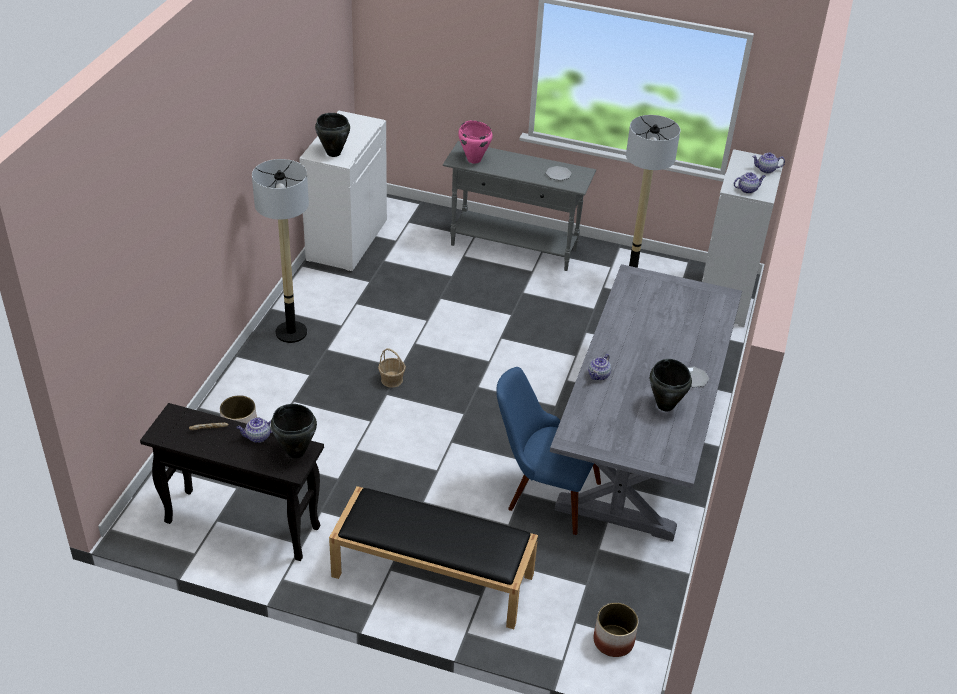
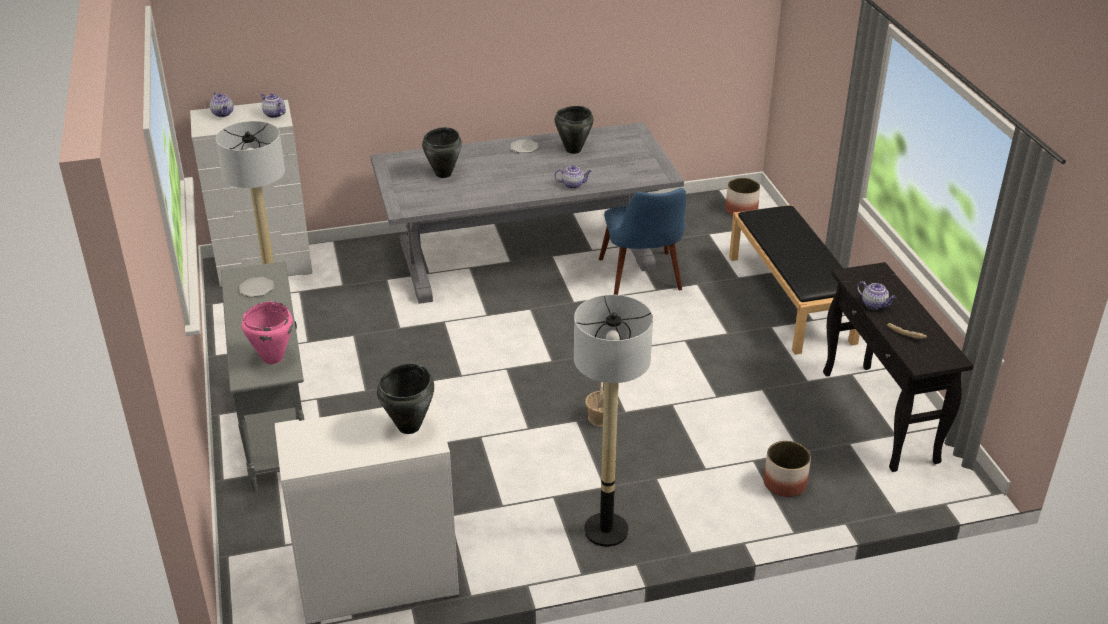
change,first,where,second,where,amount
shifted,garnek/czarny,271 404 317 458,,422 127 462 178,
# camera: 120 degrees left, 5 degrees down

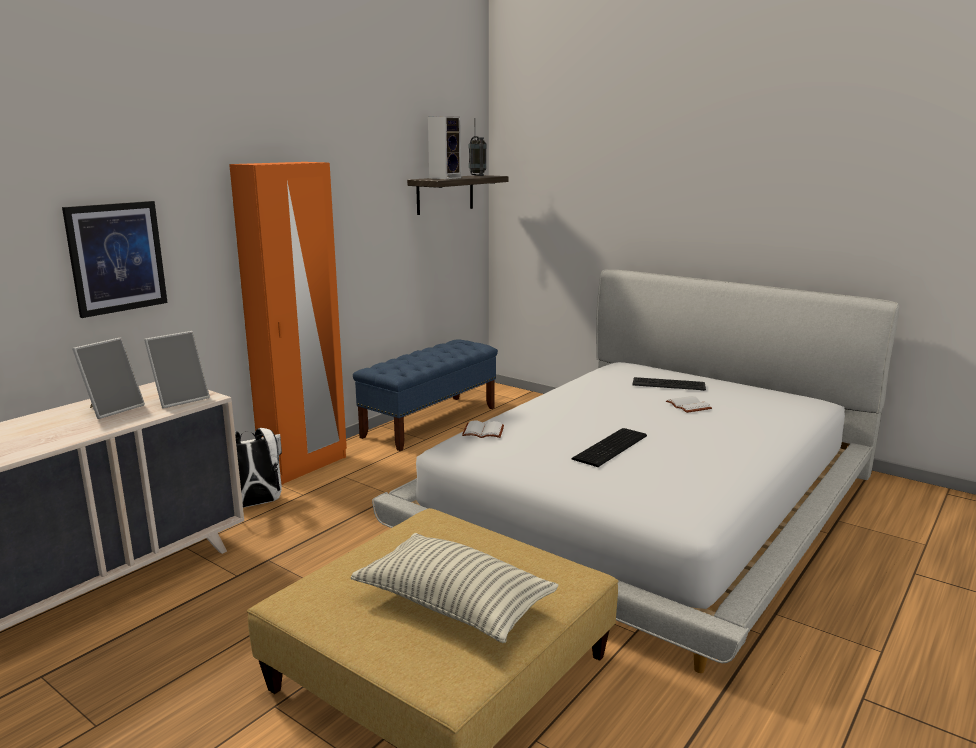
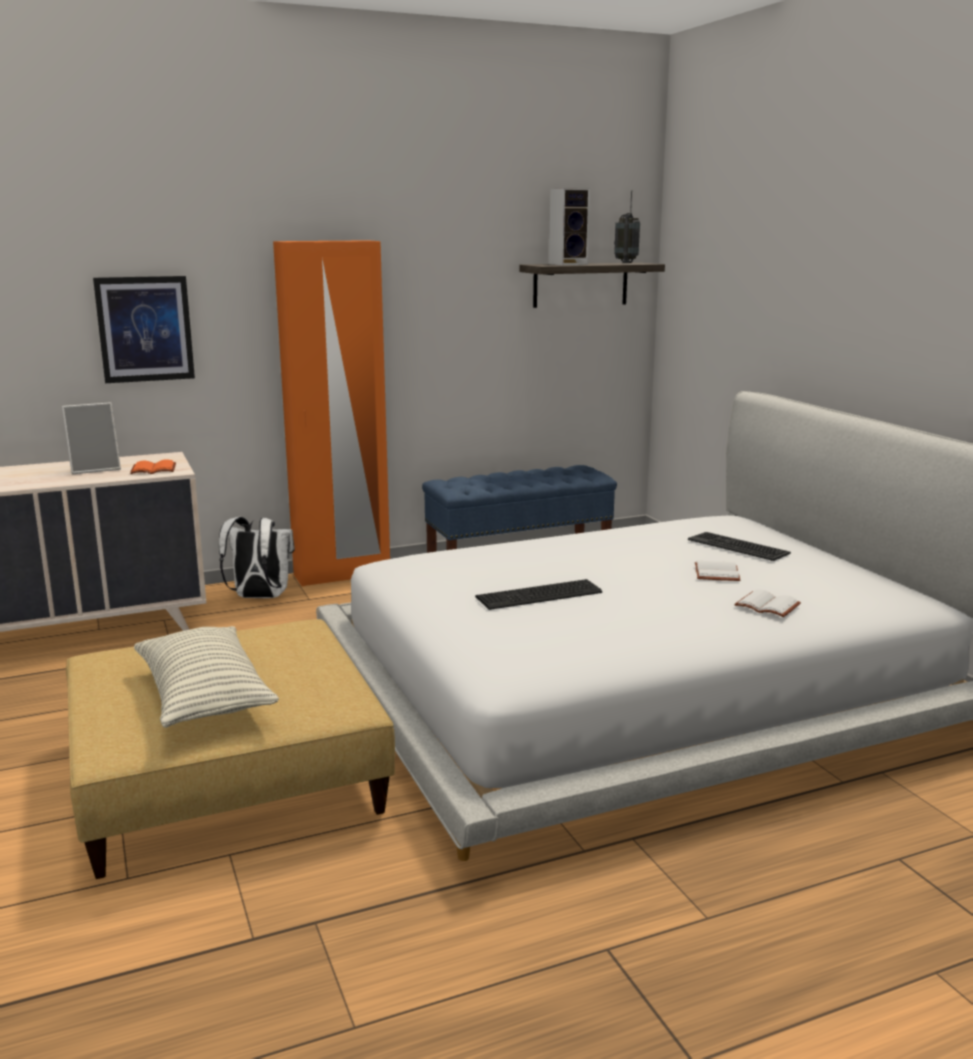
change,first,where,second,where,amount
swapped,ramka na zdjęcie,144 331 210 409,książka/pomarańczowy,130 459 176 474,
shifted,książka/biały,462 420 504 438,,734 590 801 617,
# camera: 30 degrees right, 0 degrees up

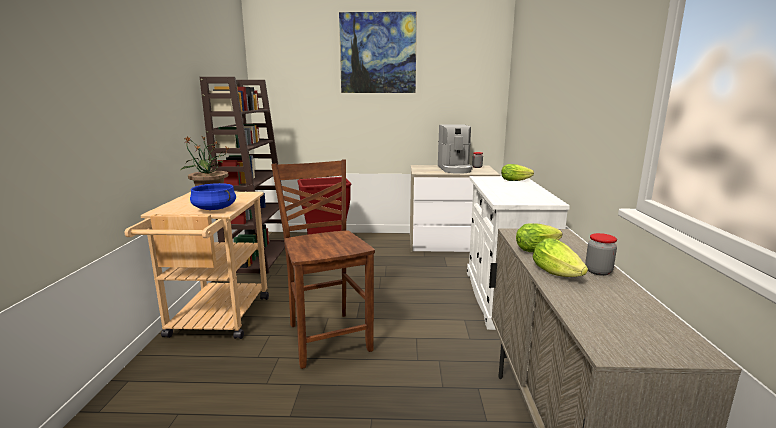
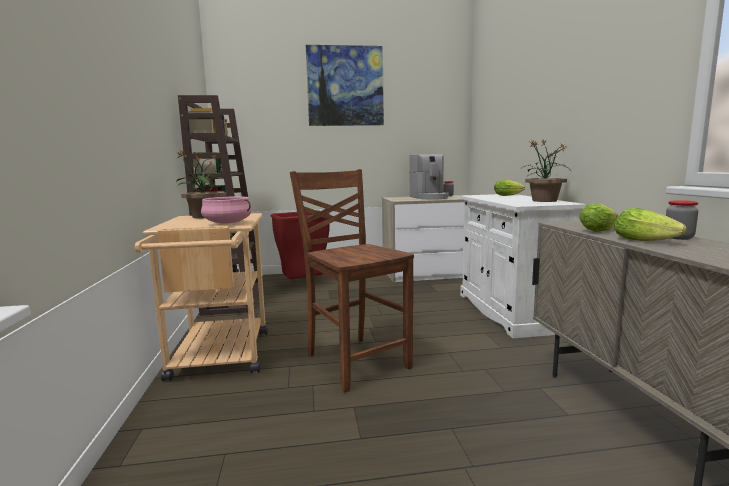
change,first,where,second,where,amount
repainted,garnek/niebieski,190 183 236 210,garnek/różowy,201 196 252 224,
new,,,roślina doniczkowa,521 140 570 202,
# camera: 10 degrees left, 5 degrees down

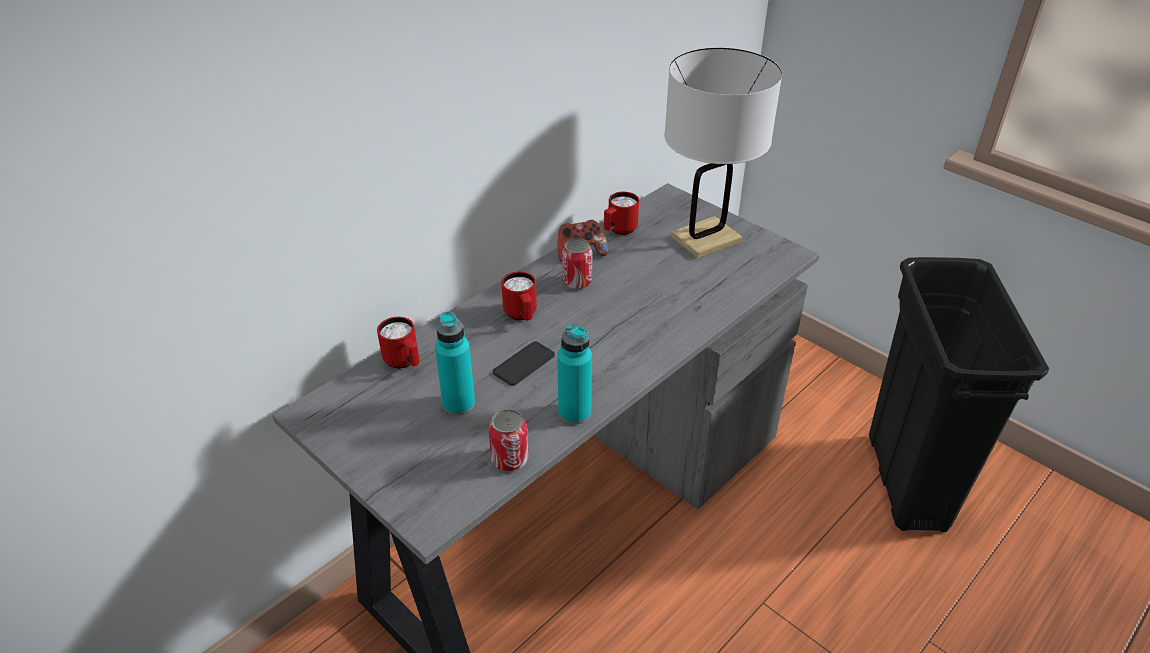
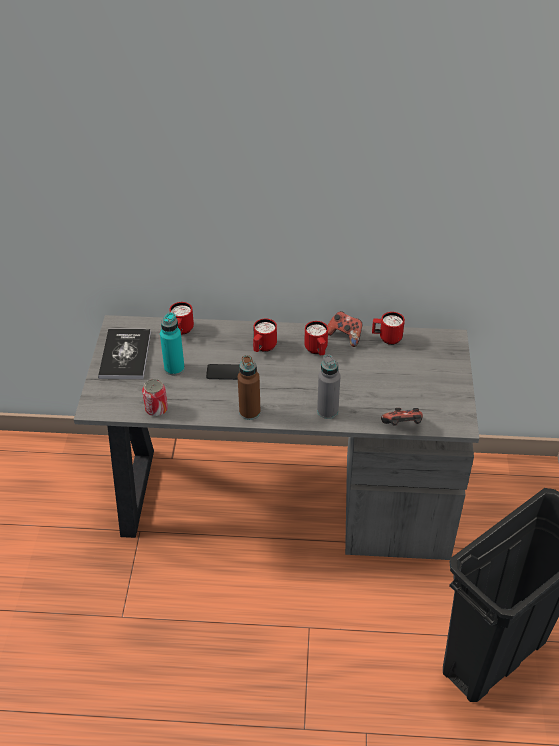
change,first,where,second,where,amount
gone,butelka/turkusowy,557 324 592 425,,,
swapped,puszka,562 238 593 290,kubek/czerwony,304 321 328 355,
gone,lampa stołowa/biały,664 48 782 258,,,
new,,,książka,98 329 151 379,
new,,,butelka/brązowy,238 355 261 420,
new,,,butelka/szary,317 354 340 419,
new,,,pad do gier,381 408 423 426,
# camera: 50 degrees right, 5 degrees up

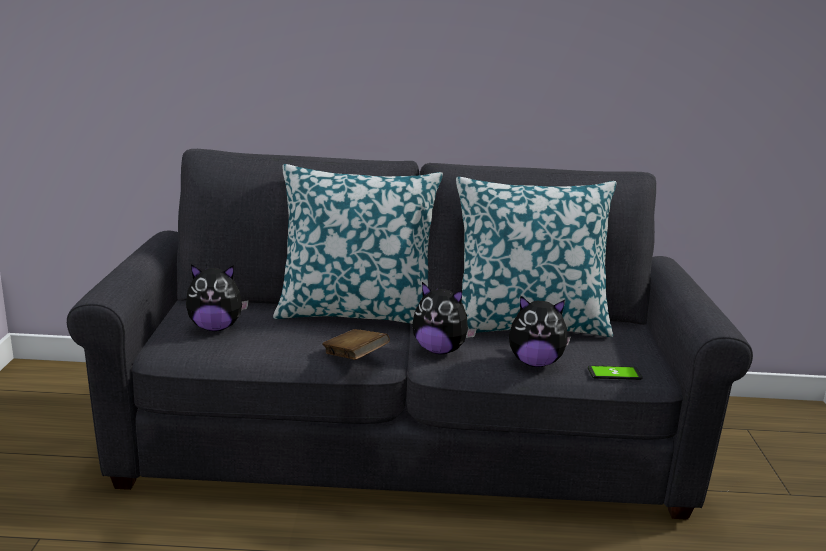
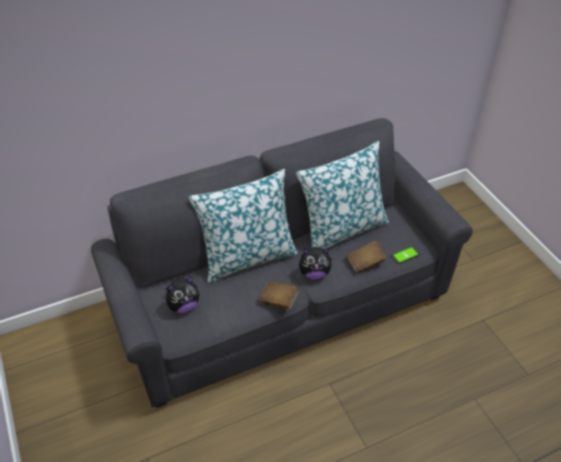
change,first,where,second,where,amount
swapped,pluszak,509 296 571 367,książka/brązowy,347 240 386 274,
# camera: 25 degrees left, 25 degrees up

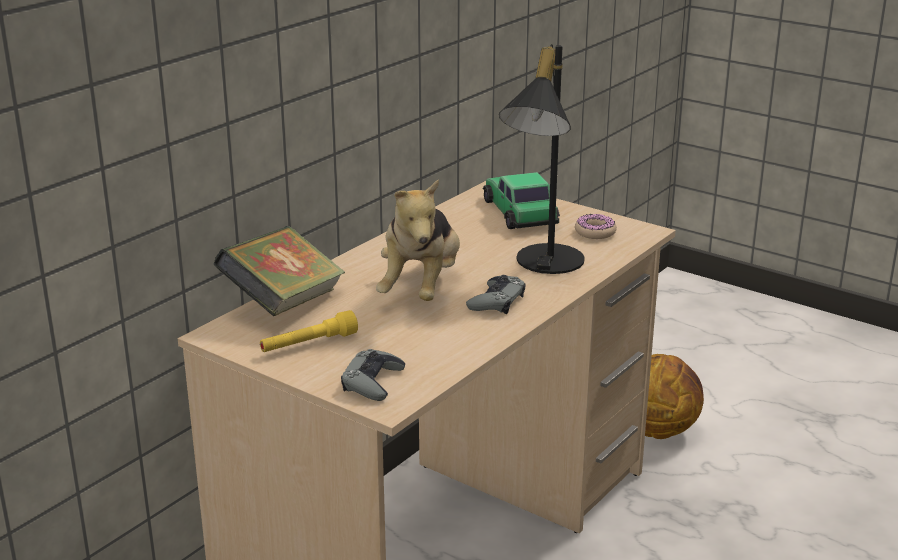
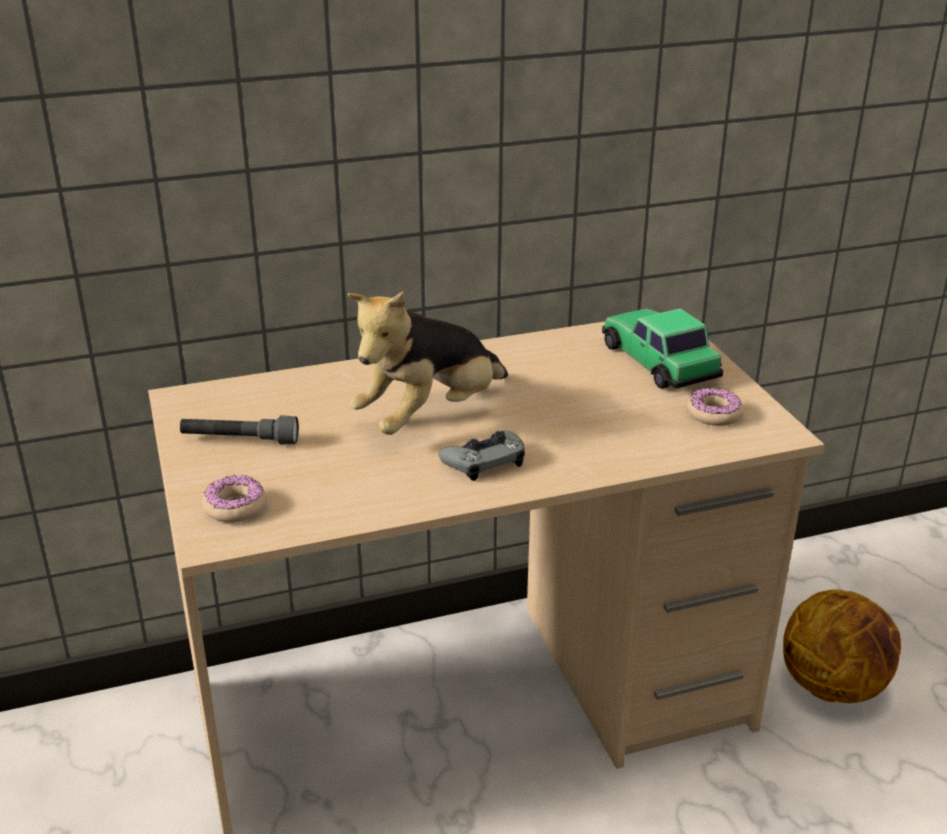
change,first,where,second,where,amount
gone,książka,213 226 345 316,,,
repainted,latarka/żółty,260 310 358 352,latarka/szary,180 415 299 444,
swapped,pad do gier/szary,341 349 405 401,donut,202 475 267 522,
rotated,samochodzik,483 172 560 229,,602 309 723 389,45 degrees counterclockwise
gone,lampa stołowa/czarny,499 44 585 274,,,
# camera: 35 degrees right, 5 degrees up

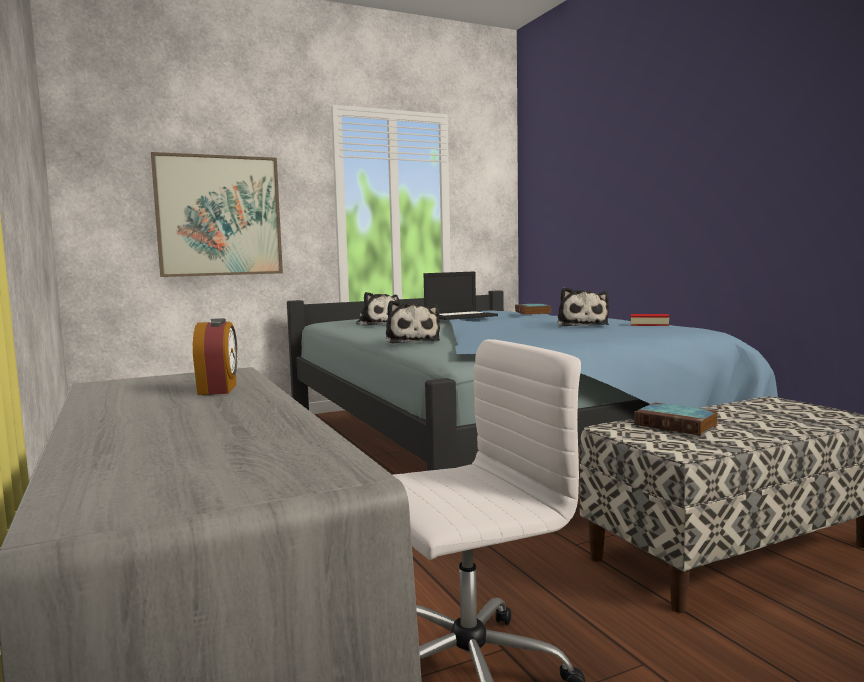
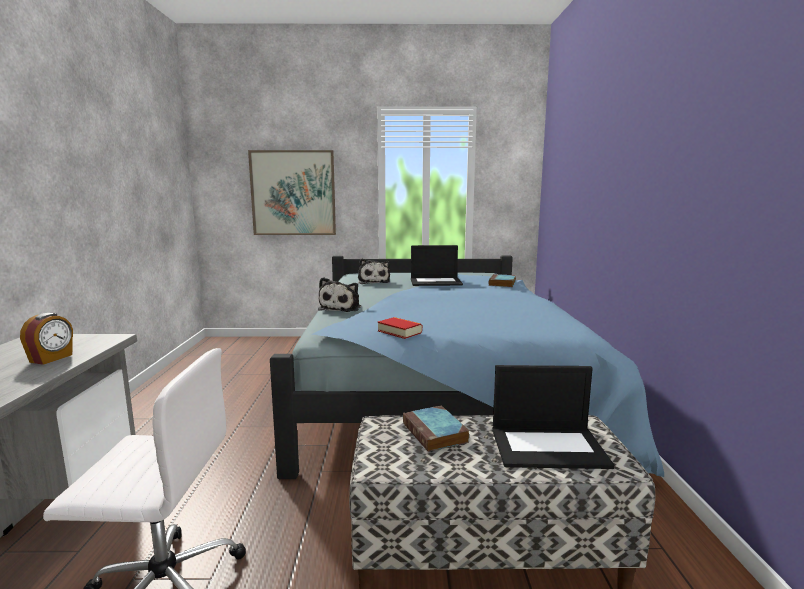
change,first,where,second,where,amount
gone,pluszak,558 287 609 326,,,
shifted,książka,631 314 669 326,,378 317 422 339,
new,,,laptop,492 365 614 469,
# camera: 25 degrees right, 5 degrees up

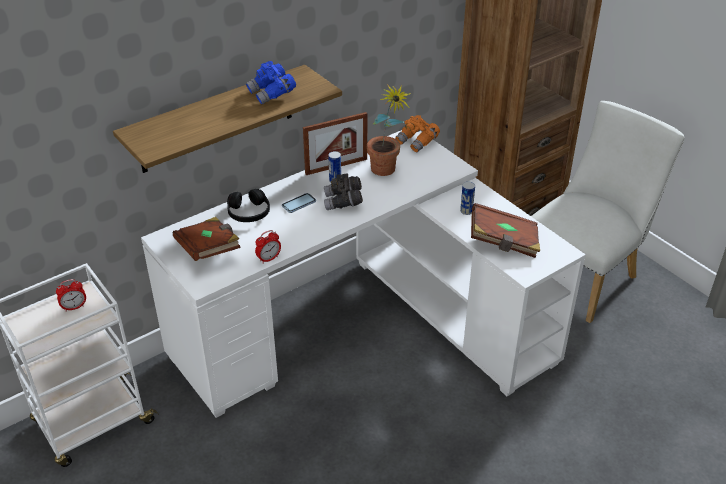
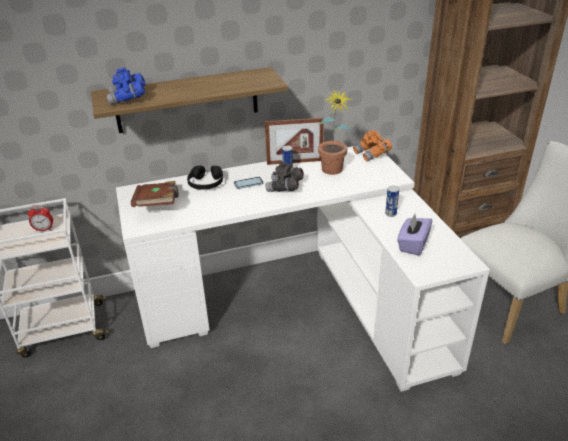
change,first,where,second,where,amount
shifted,lornetka/niebieski,246 61 296 104,,106 68 146 105,
gone,budzik,255 230 281 264,,,
swapped,książka/brązowy,471 203 540 258,pudełko chusteczek/fioletowy,397 214 432 256,
# camera: 20 degrees right, 5 degrees down

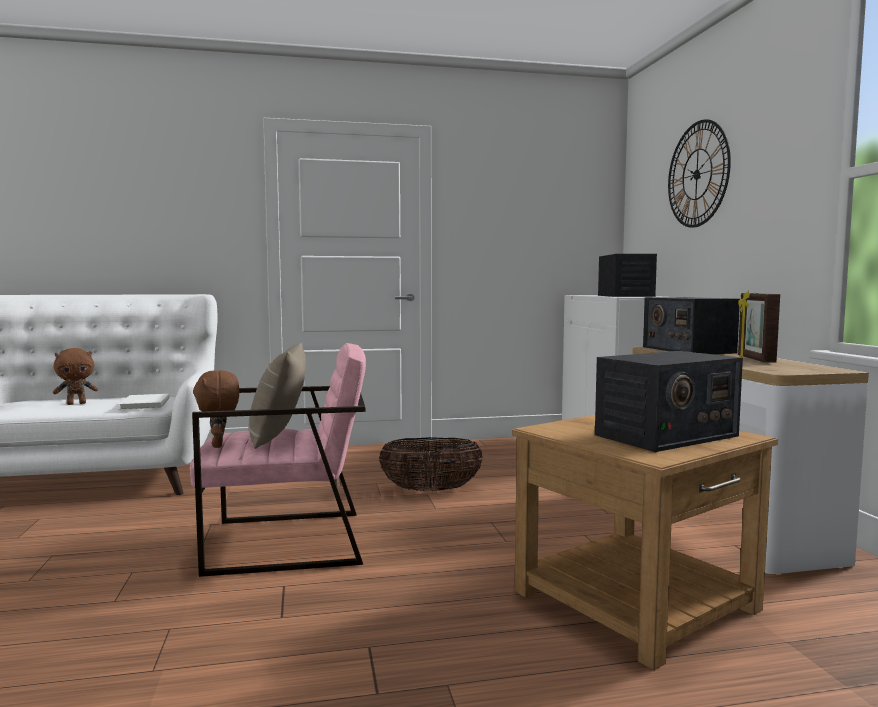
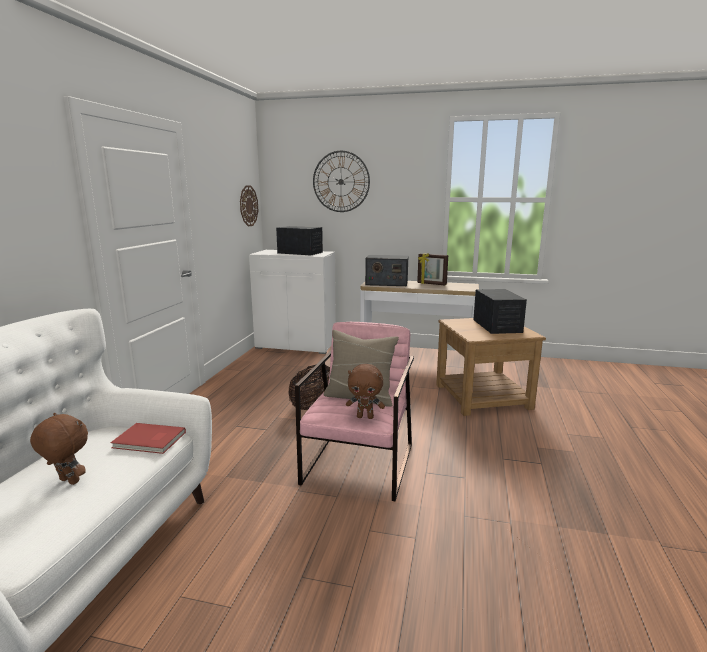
change,first,where,second,where,amount
rotated,pluszak/brązowy,53 348 98 405,,30 413 88 485,60 degrees counterclockwise
repainted,książka/biały,119 394 170 410,książka/czerwony,110 423 186 454,
new,,,zegar ścienny,240 185 258 227,
# camera: 65 degrees left, 10 degrees up

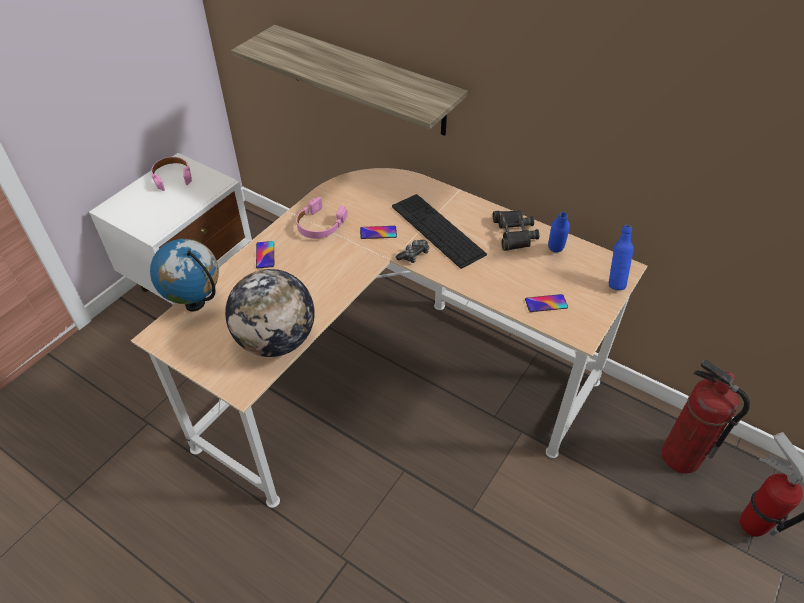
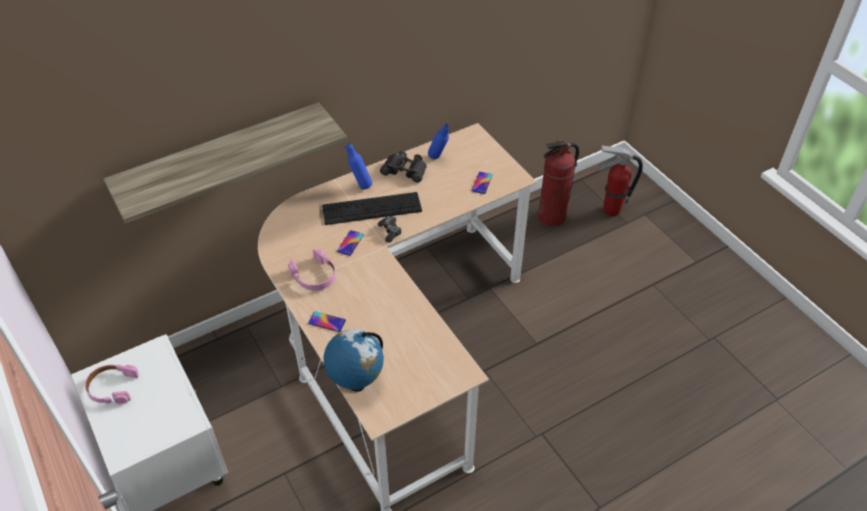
change,first,where,second,where,amount
gone,globus,225 269 315 357,,,
shifted,butelka/niebieski,609 224 634 290,,346 143 372 190,
# camera: 65 degrees left, 0 degrees up

